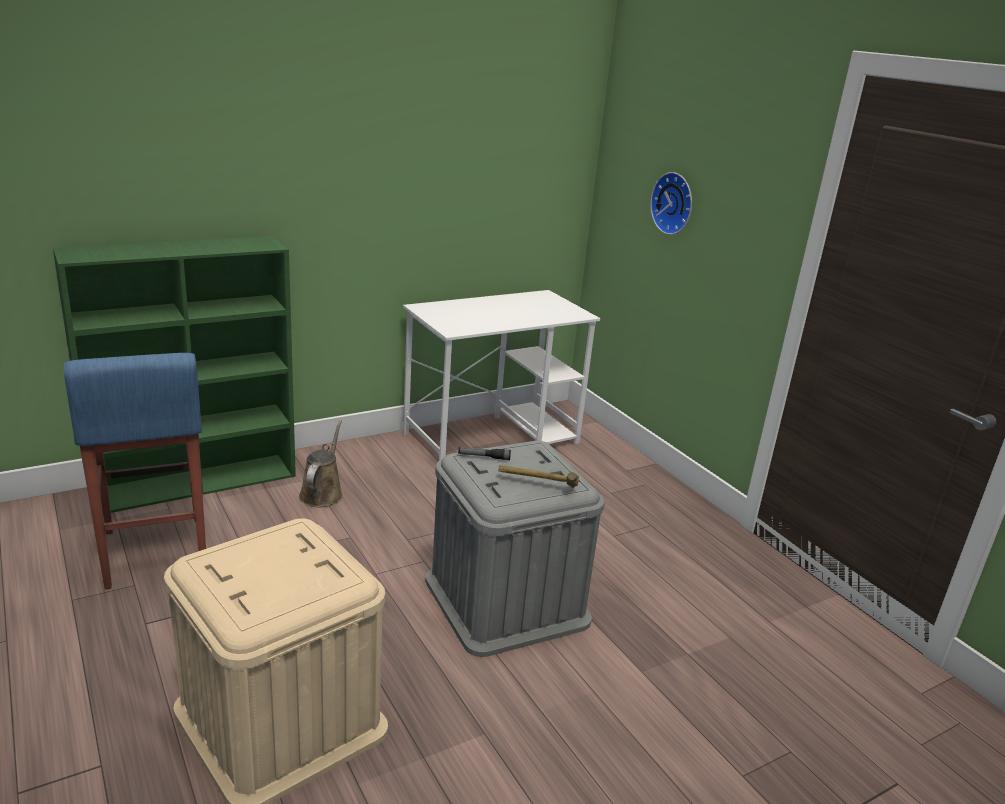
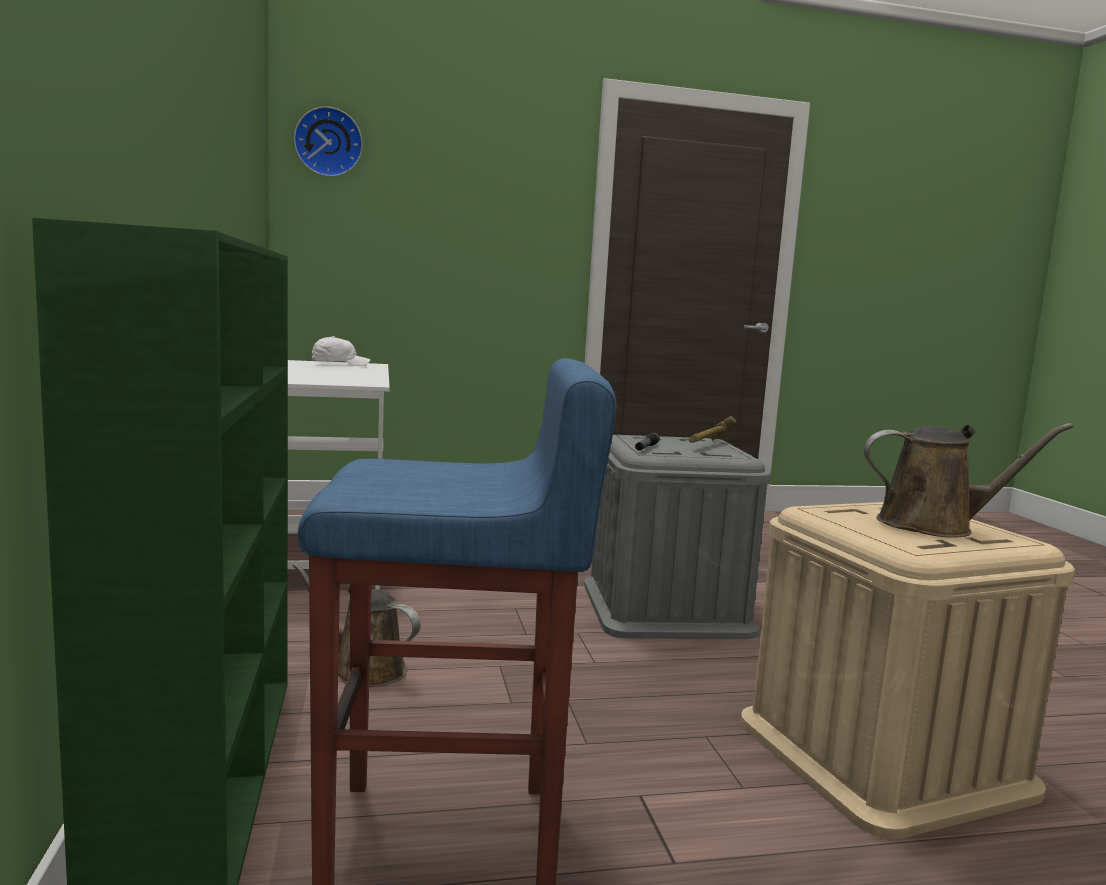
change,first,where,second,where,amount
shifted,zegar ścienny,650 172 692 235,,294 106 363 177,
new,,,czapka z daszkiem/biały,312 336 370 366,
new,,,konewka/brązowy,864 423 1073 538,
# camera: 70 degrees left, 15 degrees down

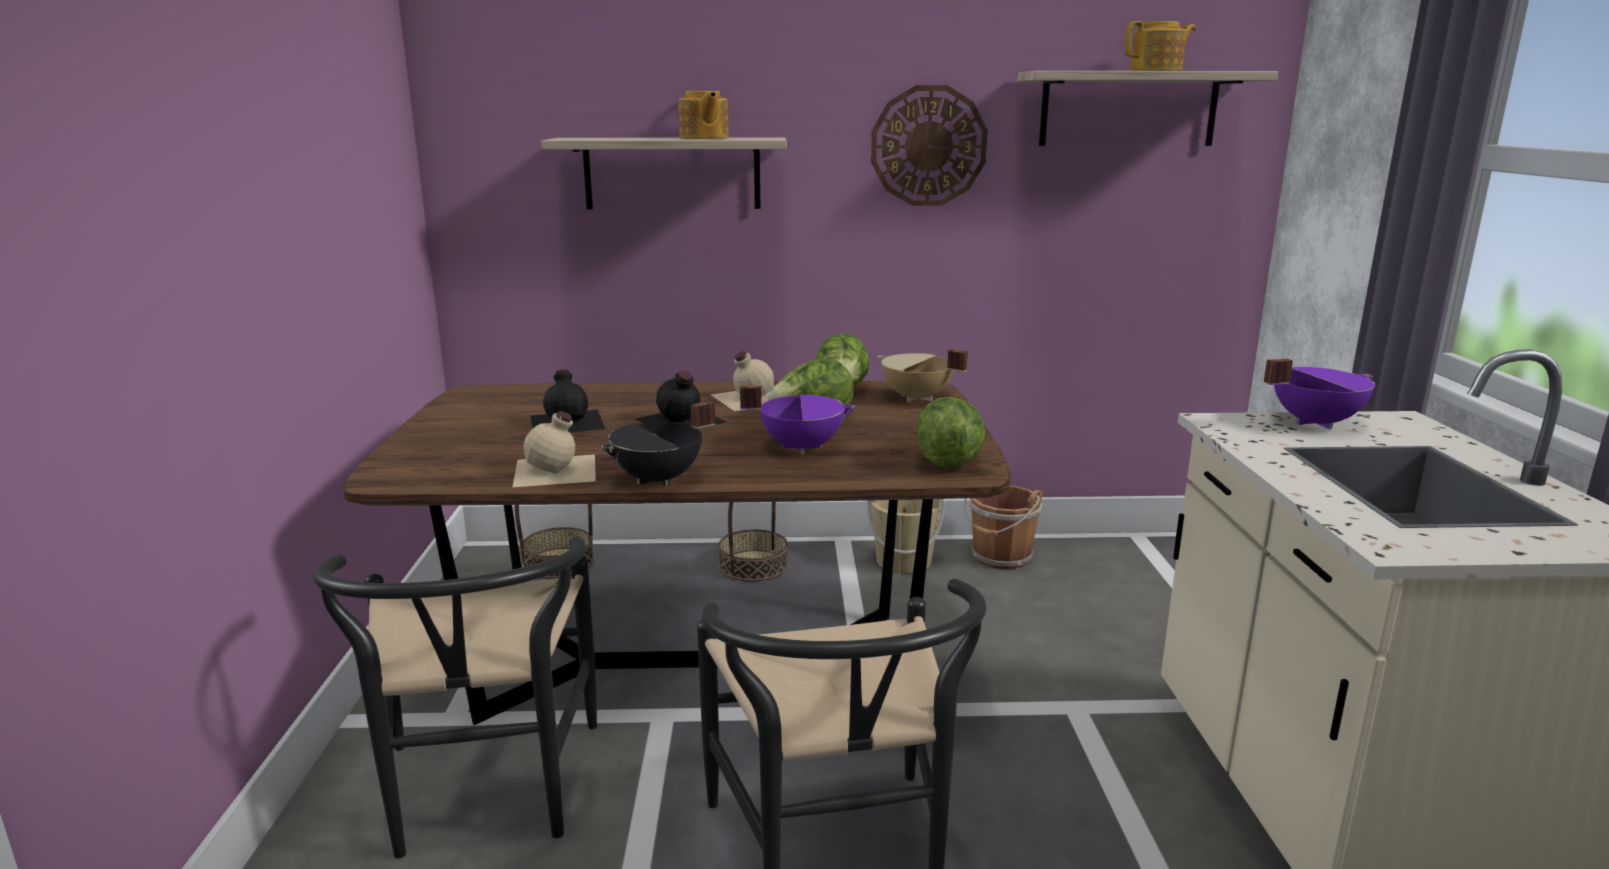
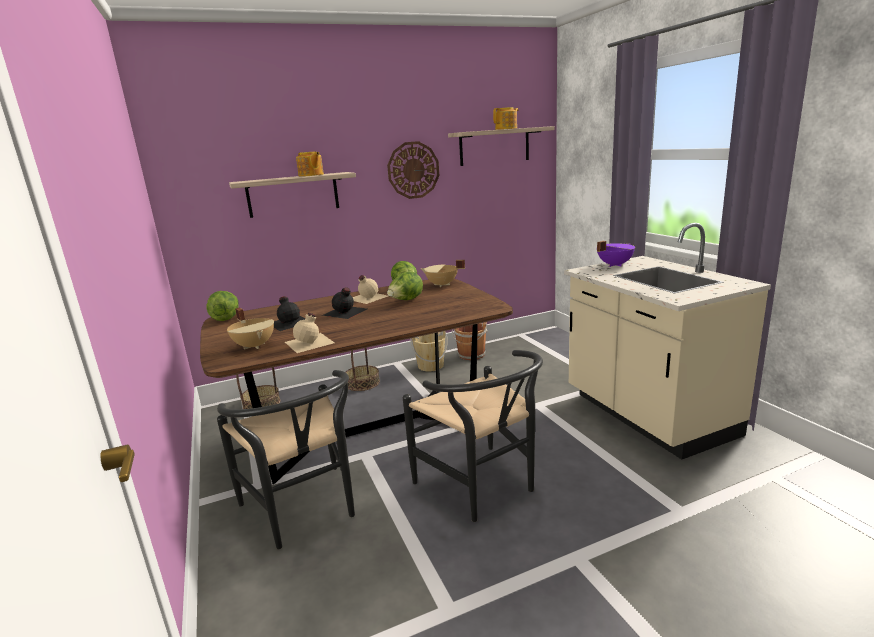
change,first,where,second,where,amount
gone,garnek/czarny,601 401 715 486,,,
gone,garnek/fioletowy,740 386 856 454,,,
shifted,sałata,917 397 985 468,,207 291 239 321,
new,,,garnek/beżowy,227 308 274 349,
# camera: 20 degrees left, 0 degrees up

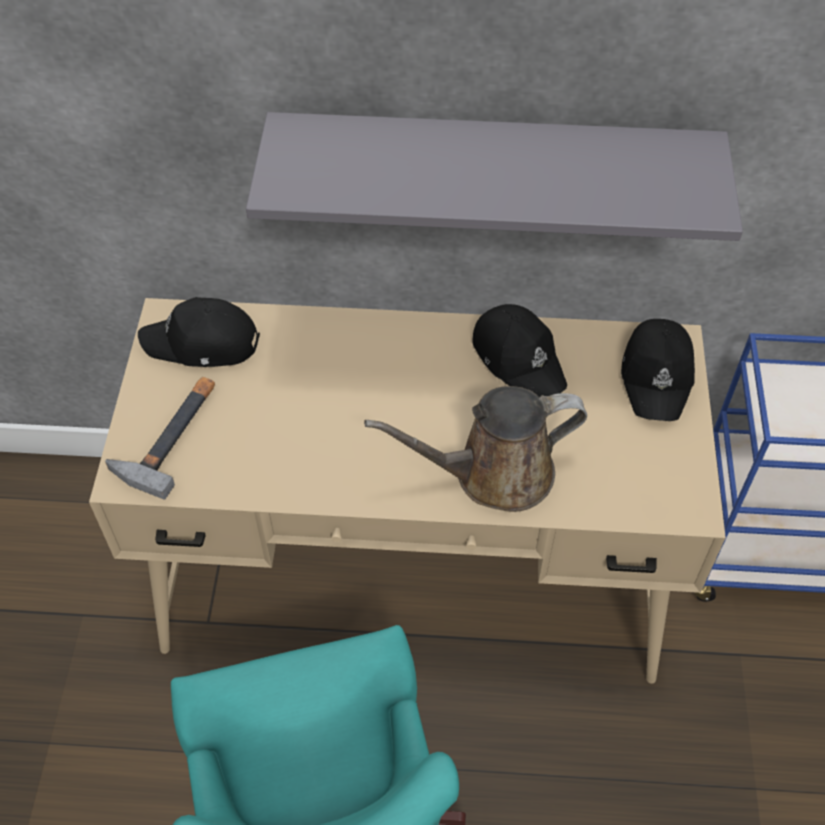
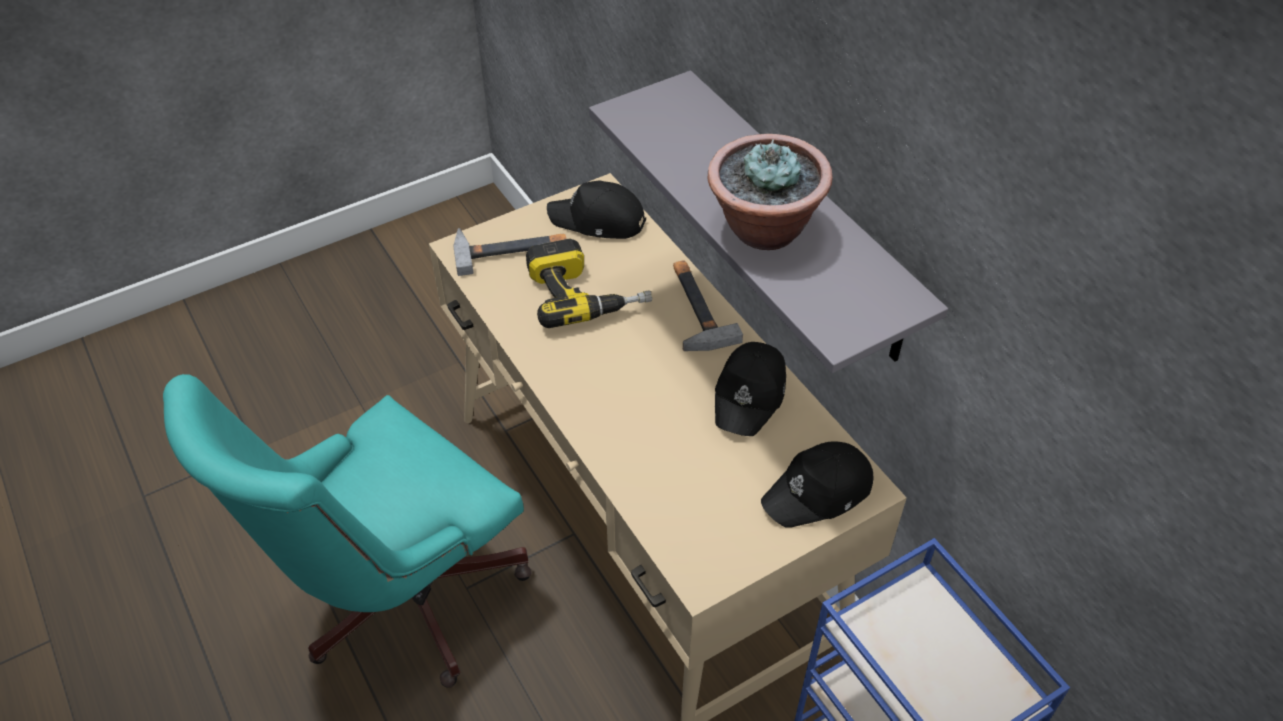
change,first,where,second,where,amount
rotated,czapka z daszkiem/czarny,138 297 260 367,,547 180 646 239,45 degrees counterclockwise
gone,konewka/brązowy,364 386 587 512,,,
new,,,wiertarka,526 238 652 328,
new,,,młotek,673 260 743 351,
new,,,roślina doniczkowa,708 134 833 250,
# camera: 55 degrees right, 5 degrees down

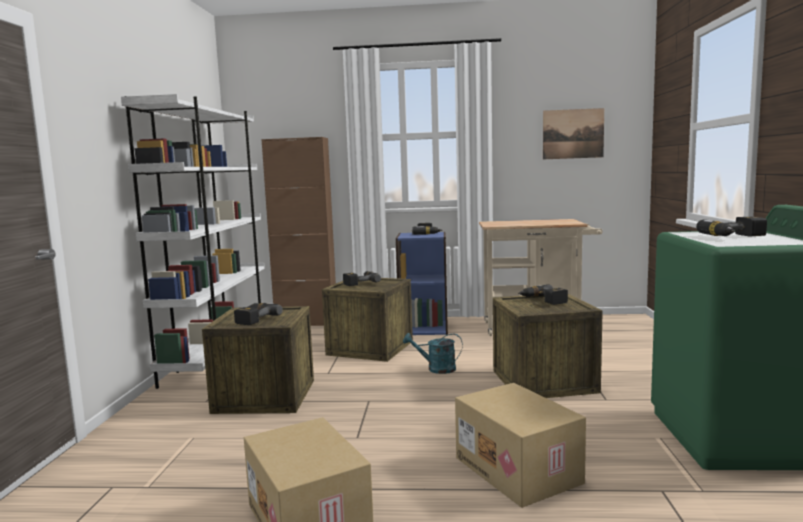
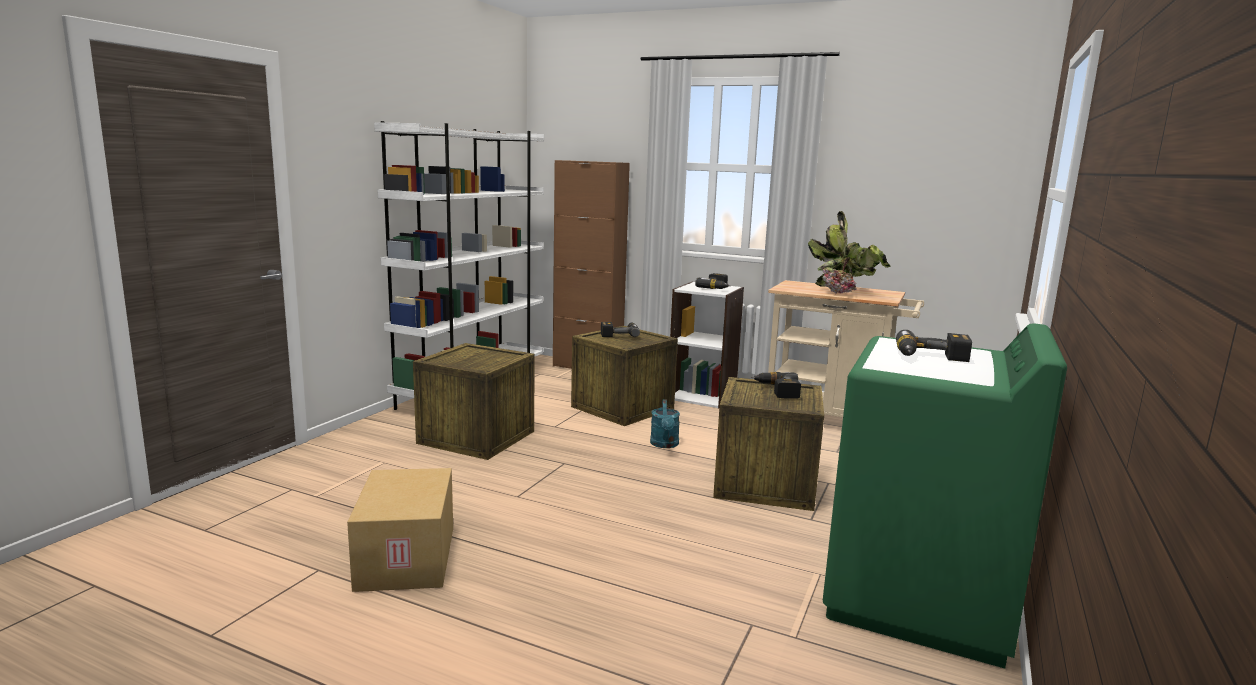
change,first,where,second,where,amount
gone,wiertarka,234 303 283 325,,,
repainted,regał/niebieski,396 232 448 335,regał/biały,670 282 744 409,
rotated,konewka/turkusowy,403 333 463 374,,650 399 680 448,120 degrees counterclockwise
gone,karton,455 383 586 508,,,
gone,obraz,543 108 604 159,,,
new,,,roślina doniczkowa,808 211 891 294,
# camera: 20 degrees right, 5 degrees up

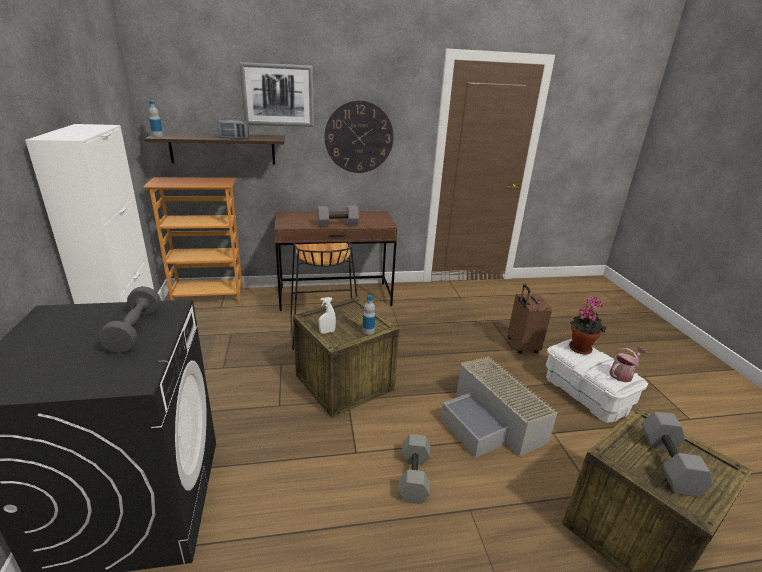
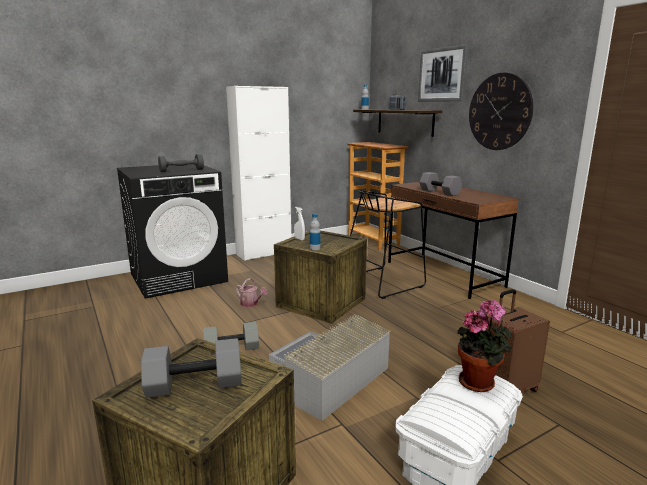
change,first,where,second,where,amount
shifted,konewka,609 347 646 382,,236 278 268 307,
# camera: 70 degrees right, 10 degrees down

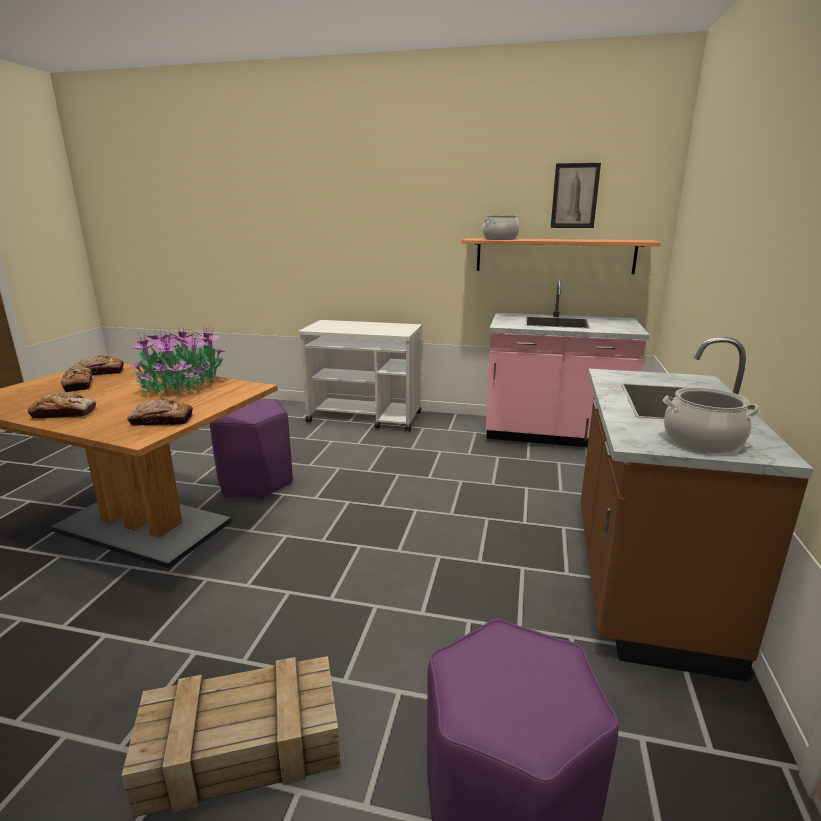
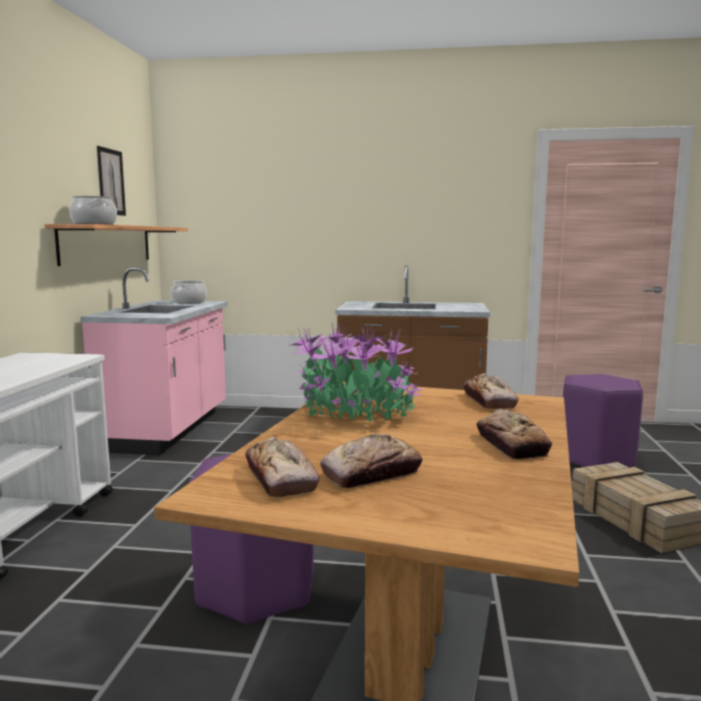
change,first,where,second,where,amount
shifted,garnek,663 387 760 453,,171 280 207 304,
# camera: 95 degrees left, 10 degrees down

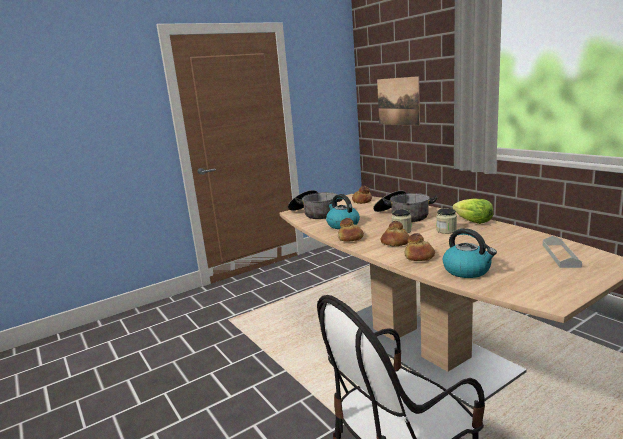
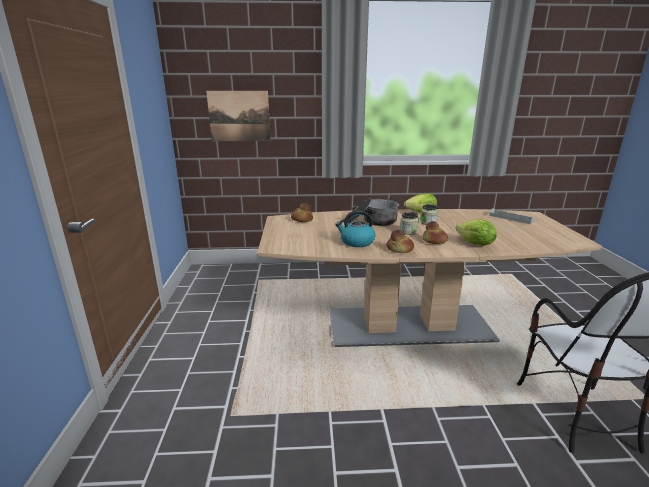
change,first,where,second,where,amount
gone,garnek,288 190 345 219,,,
swapped,chleb,404 233 435 261,sałata,456 219 497 246,
gone,czajnik,443 228 497 278,,,
# camera: 60 degrees left, 5 degrees up

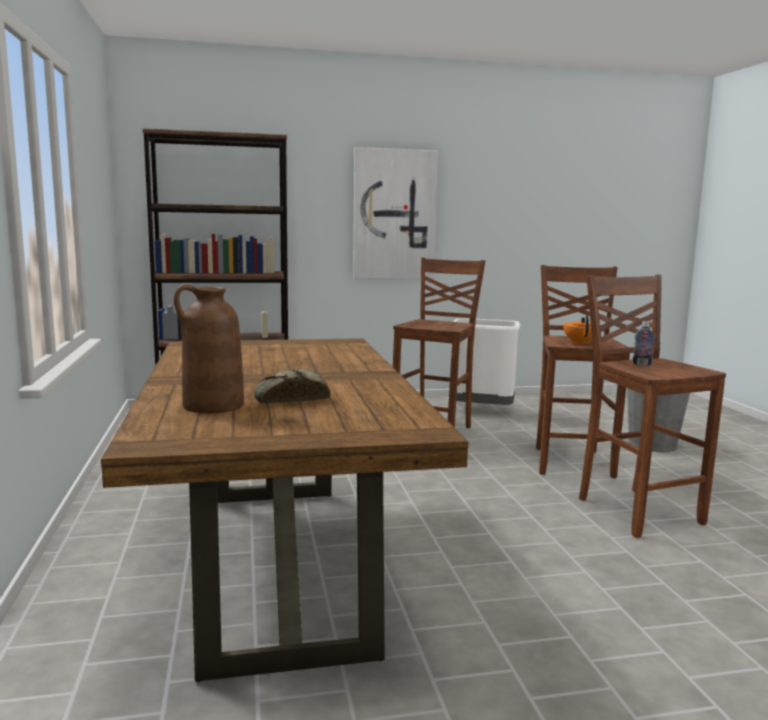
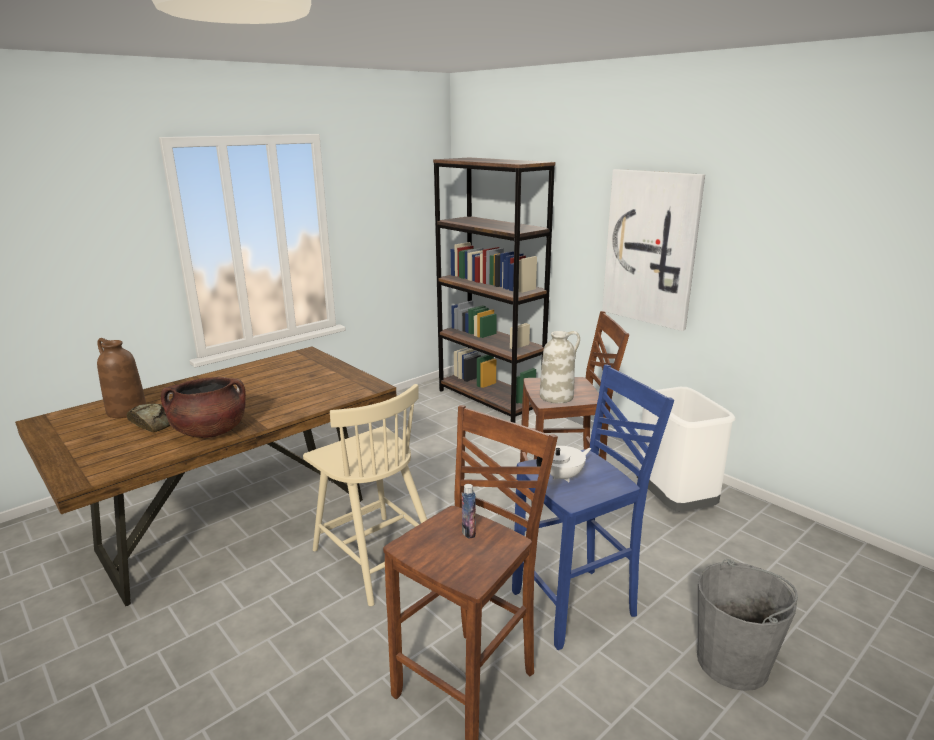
change,first,where,second,where,amount
repainted,stołek/brązowy,536 265 630 478,stołek/niebieski,512 365 674 650,
repainted,imbryk/pomarańczowy,563 315 592 345,imbryk/biały,537 446 591 483,
new,,,garnek/brązowy,161 377 246 438,
new,,,krzesło/beżowy,303 384 427 606,
new,,,wazon/biały,540 331 580 403,
# camera: 60 degrees right, 10 degrees up

